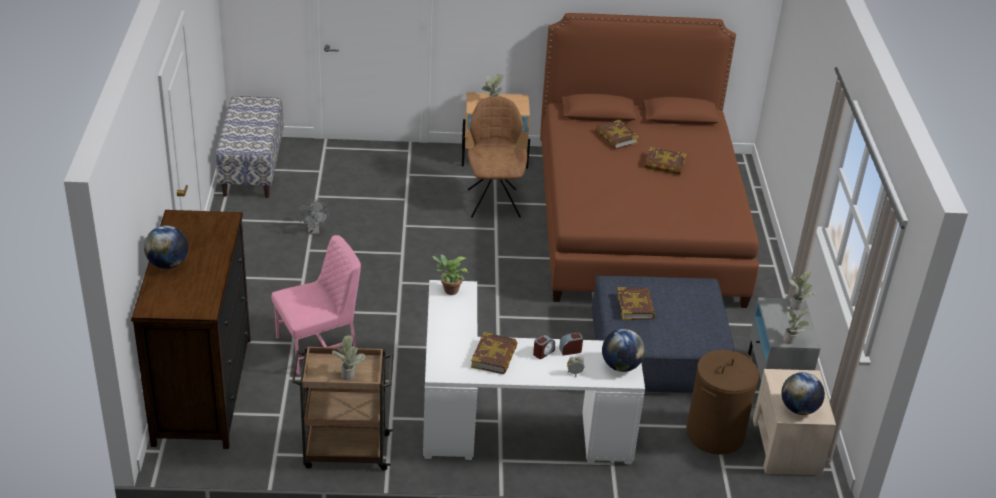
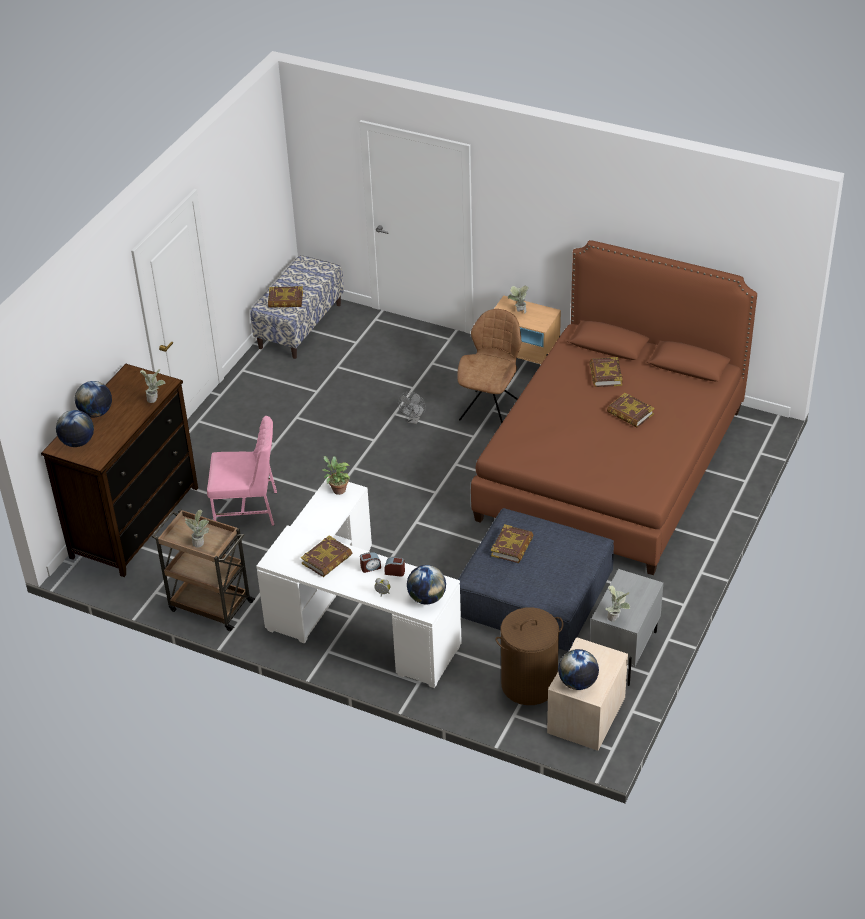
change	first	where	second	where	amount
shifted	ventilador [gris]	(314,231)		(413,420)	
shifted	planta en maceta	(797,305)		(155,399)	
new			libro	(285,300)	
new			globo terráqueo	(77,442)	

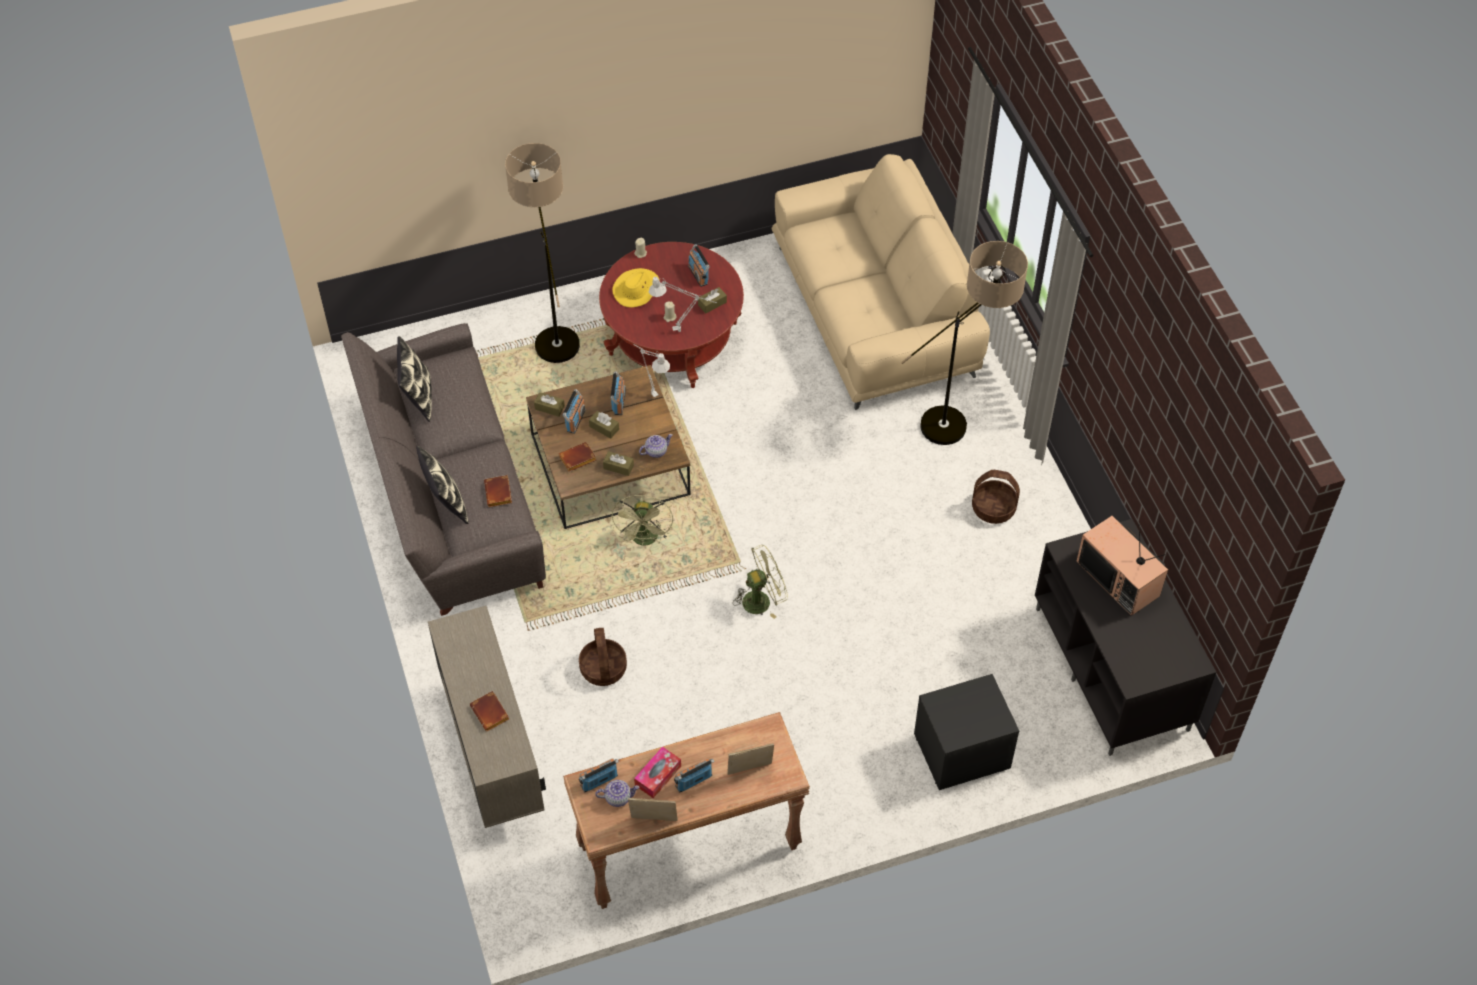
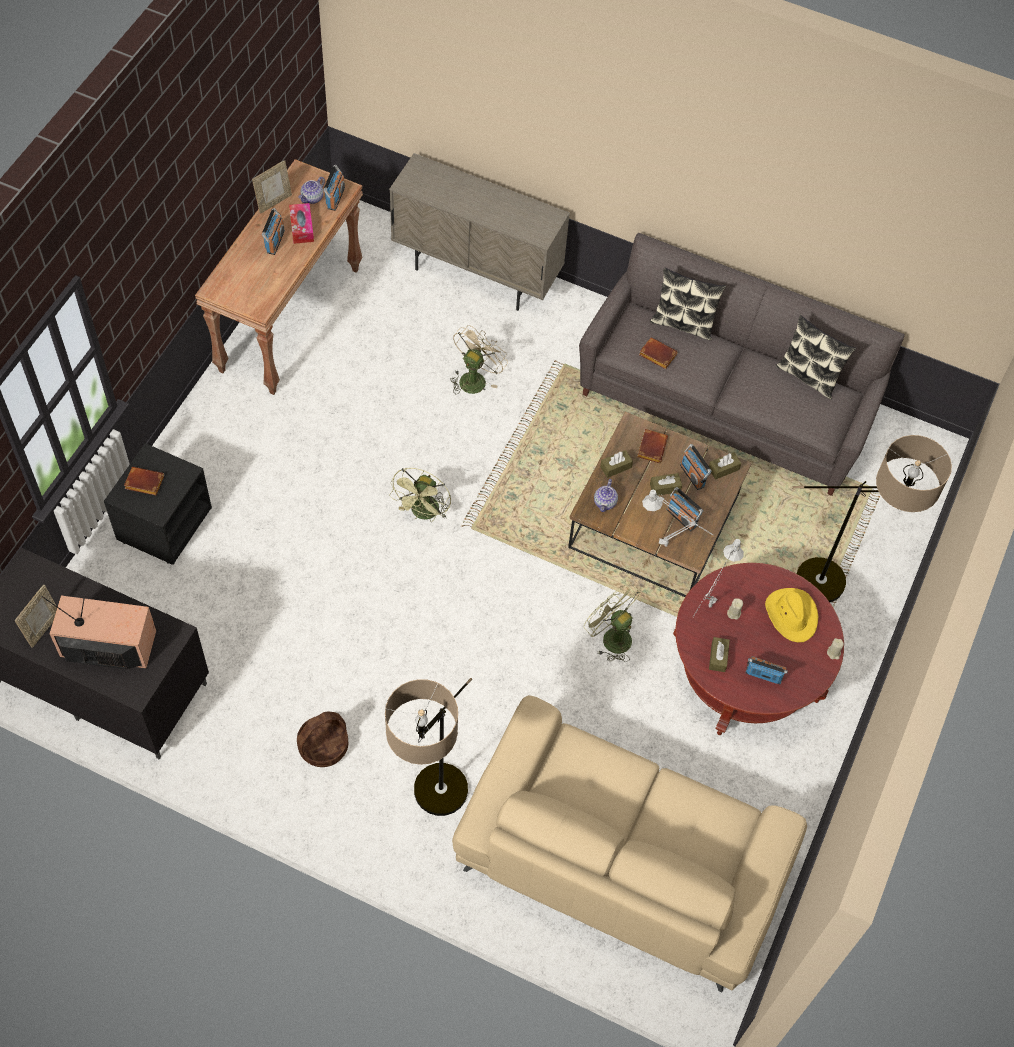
change	first	where	second	where	amount
shifted	ventilador [verde]	(645,540)		(611,637)	
swapped	cesta	(603,668)	ventilador [beis]	(475,378)	
shifted	libro [marrón]	(491,713)		(143,483)	
shifted	portarretratos	(750,771)		(43,628)	

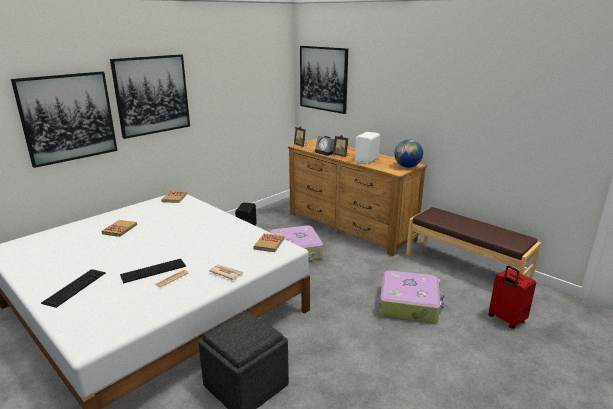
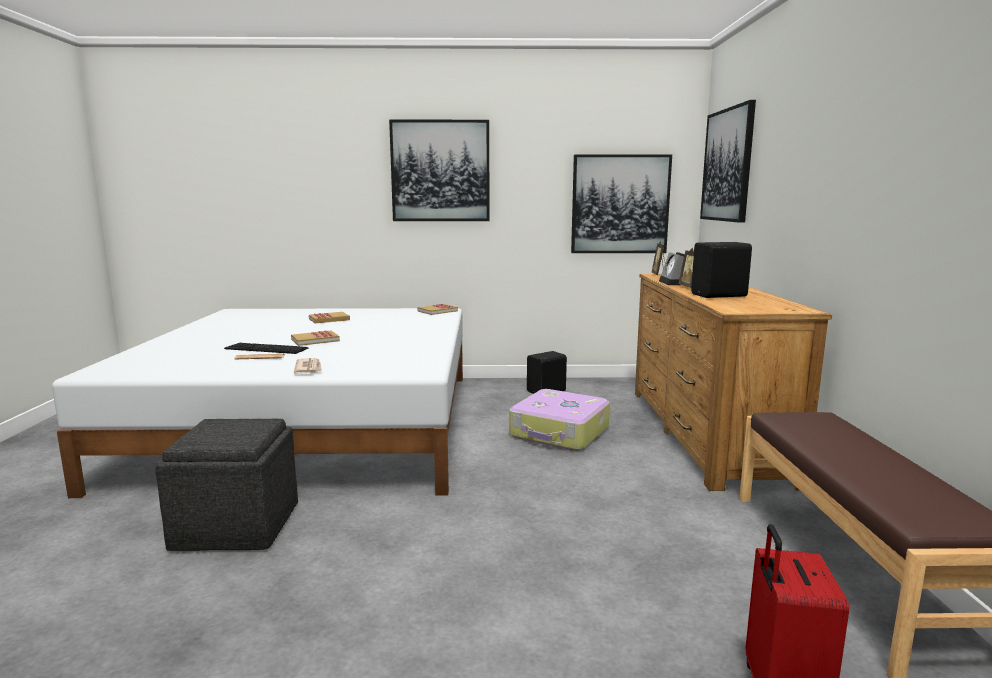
change	first	where	second	where	amount
shifted	cuadro	(68,118)		(620,204)	
repainted	altavoz [blanco]	(367,160)	altavoz [negro]	(720,296)	
gone	globo terráqueo	(407,167)			
shifted	libro	(269,244)		(315,340)	
gone	teclado	(75,287)			
gone	maleta	(409,304)			

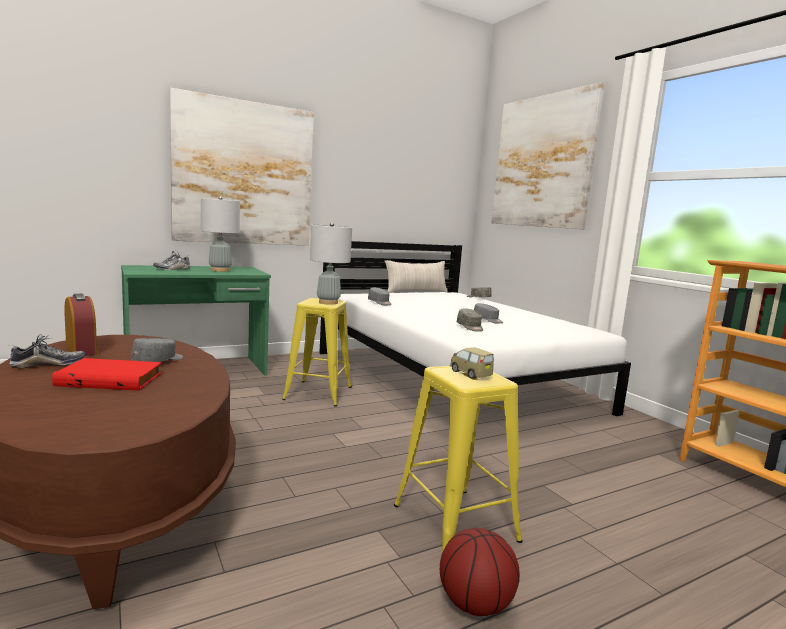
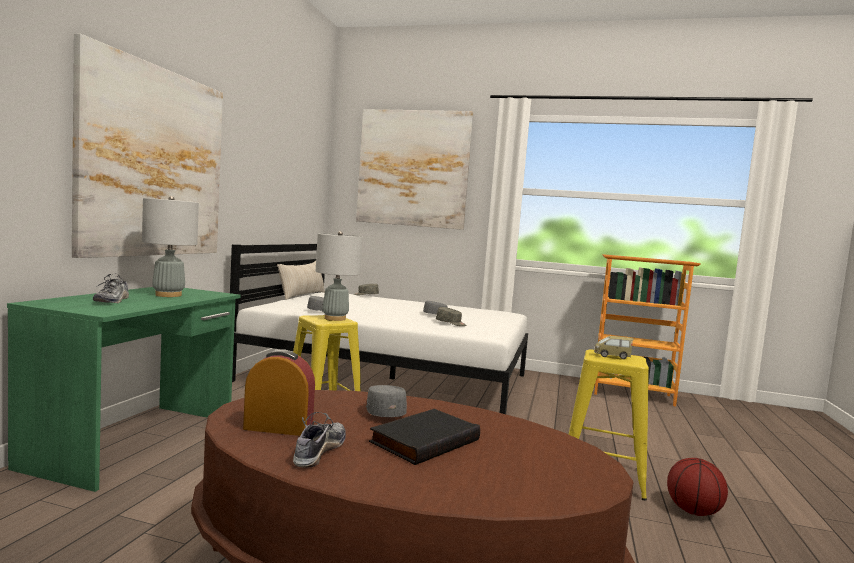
change	first	where	second	where	amount
repainted	libro [rojo]	(112,379)	libro [negro]	(424,440)	

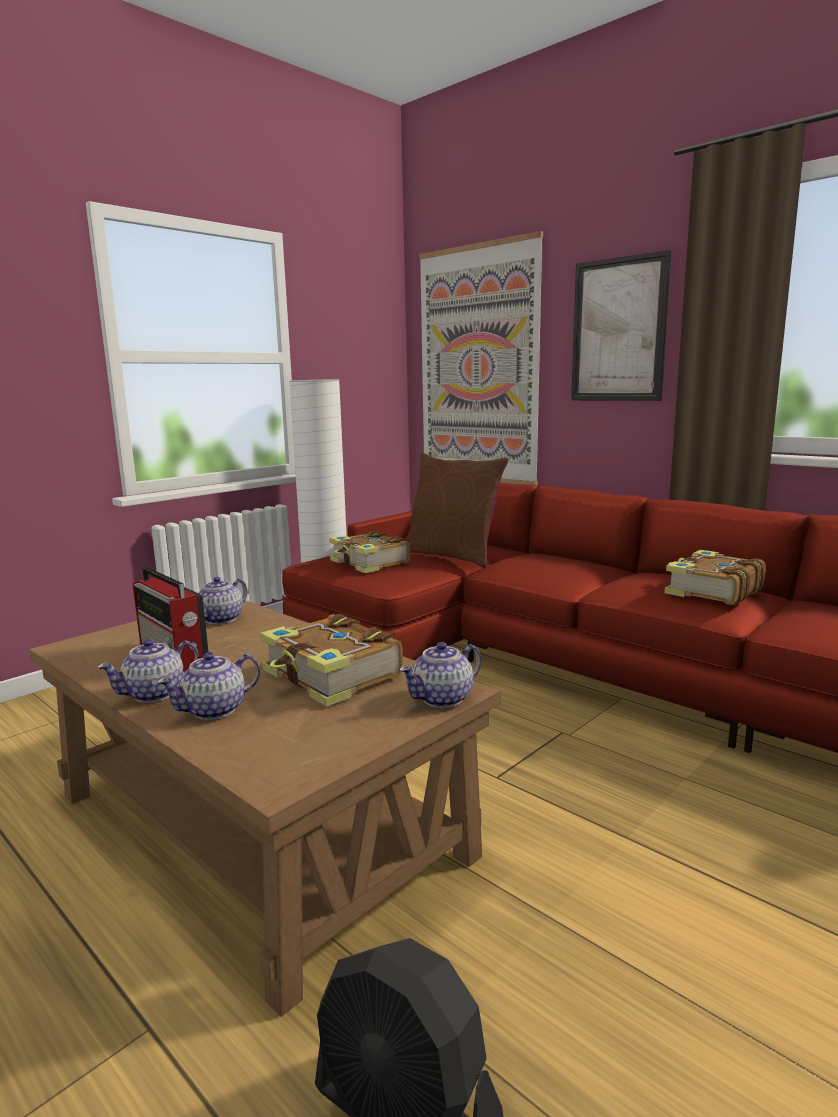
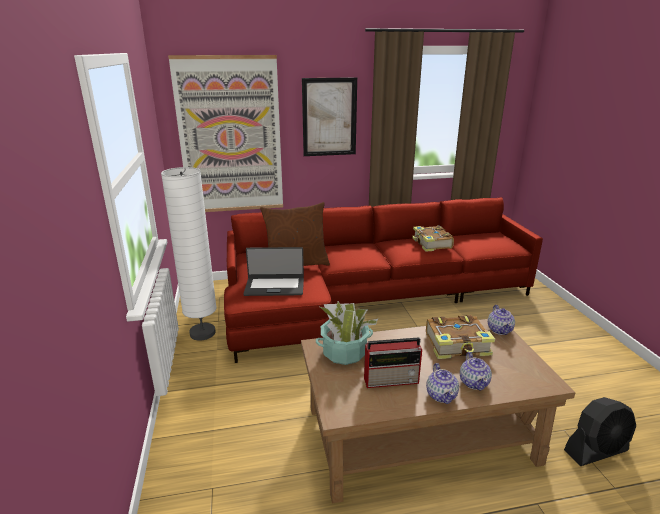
change	first	where	second	where	amount
swapped	libro	(369,563)	portátil	(274,286)	
swapped	tetera	(221,619)	planta en maceta	(344,353)	

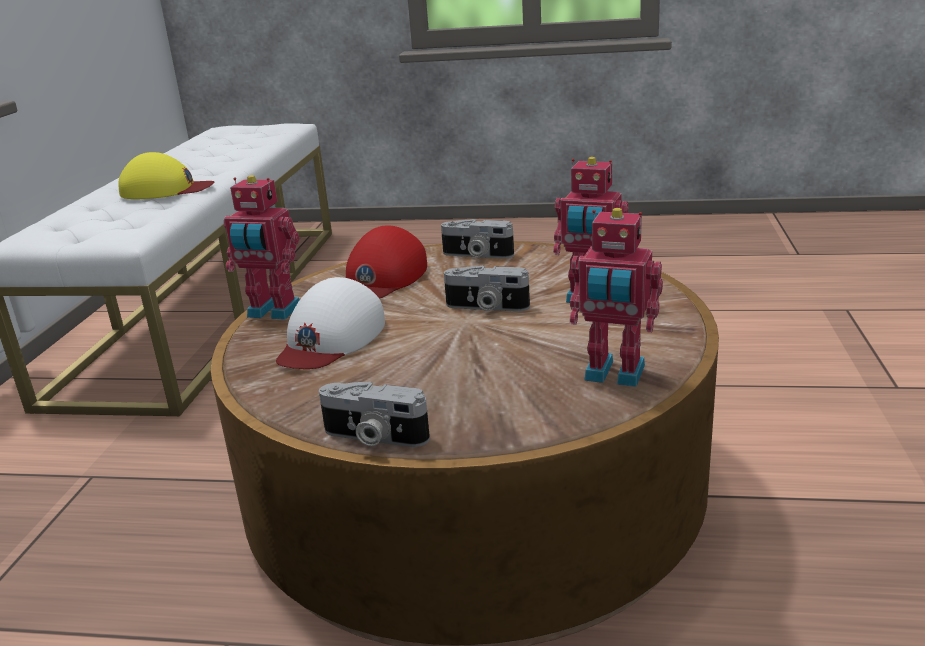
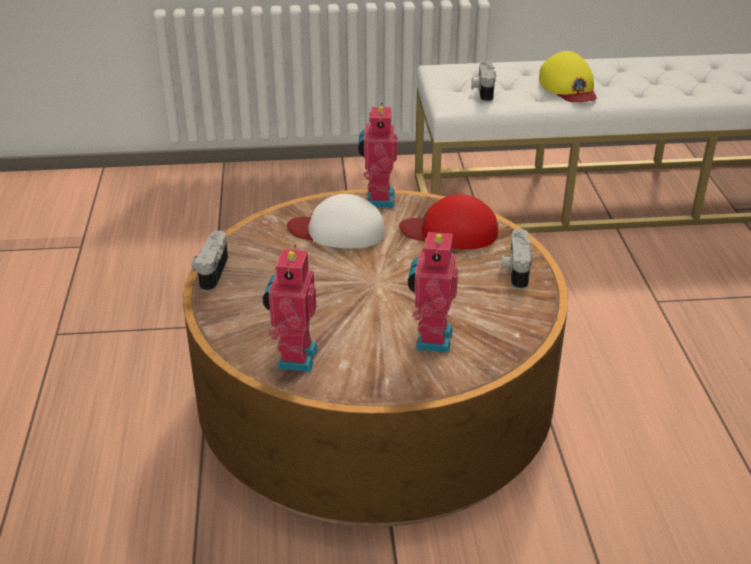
change	first	where	second	where	amount
shifted	cámara	(486,307)		(482,90)	

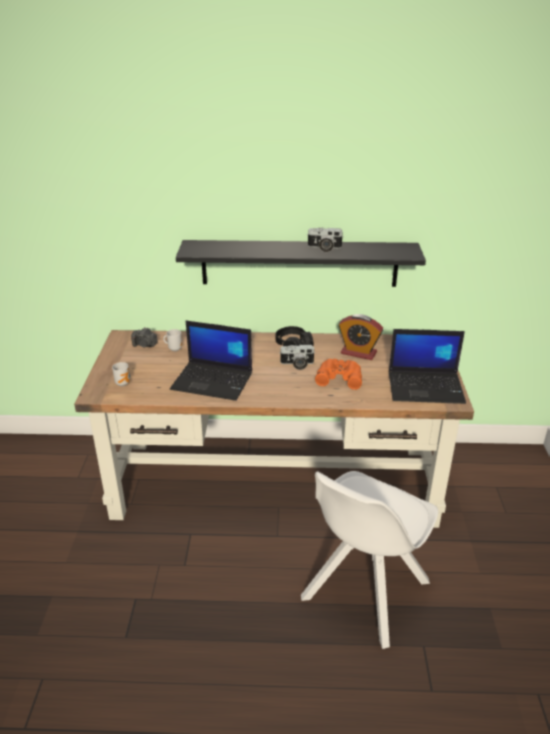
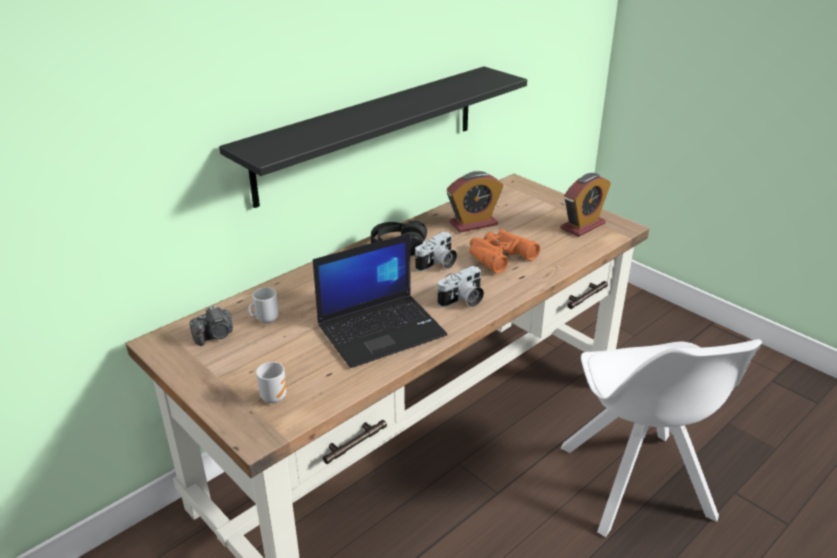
change	first	where	second	where	amount
shifted	cámara	(324,248)		(462,301)	
swapped	portátil	(426,387)	despertador	(582,226)	

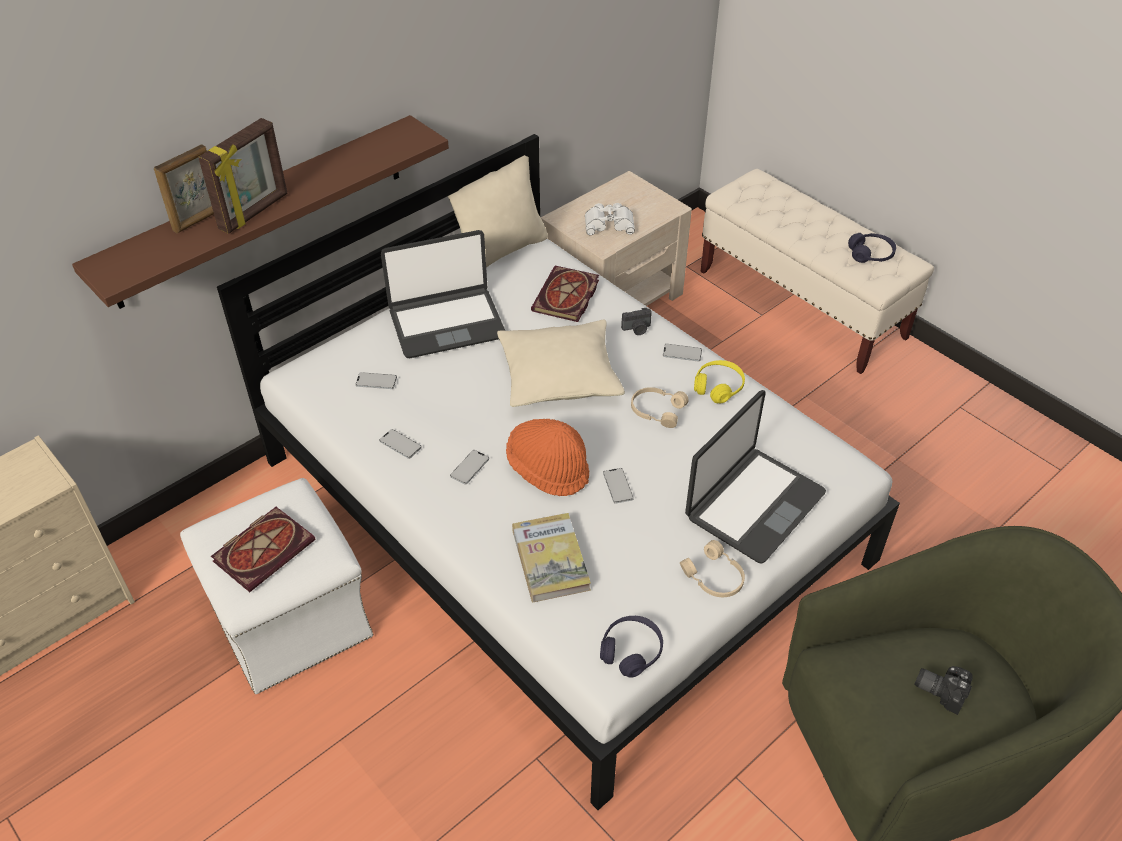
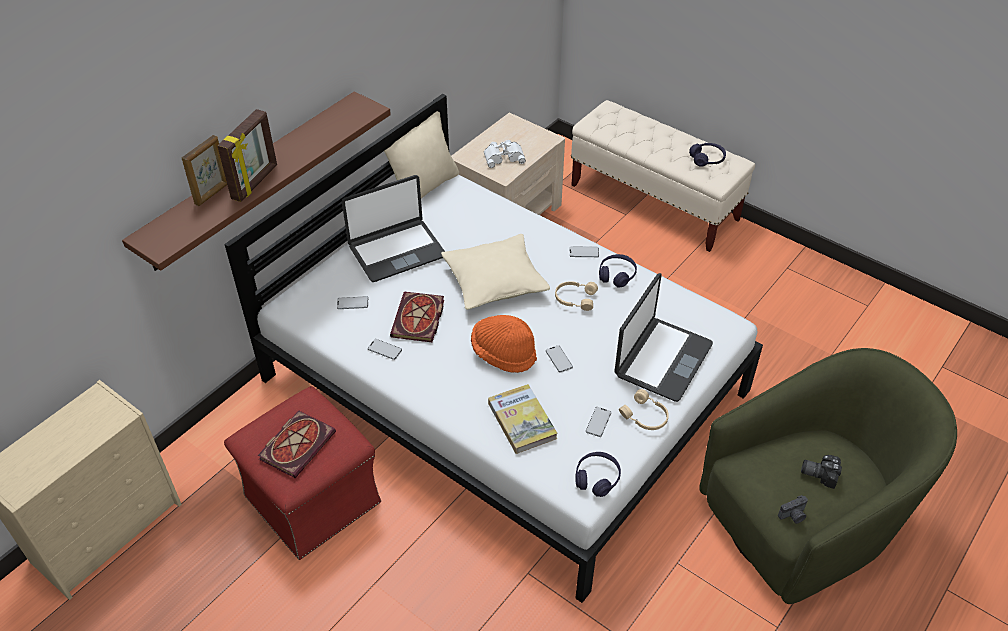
change	first	where	second	where	amount
shifted	libro	(566,298)		(419,320)	
shifted	cámara	(637,329)		(793,516)	
repainted	auriculares [amarillo]	(718,387)	auriculares [morado]	(617,275)	
shifted	móvil	(469,468)		(598,422)	
repainted	puf [blanco]	(290,618)	puf [rojo]	(311,498)	

